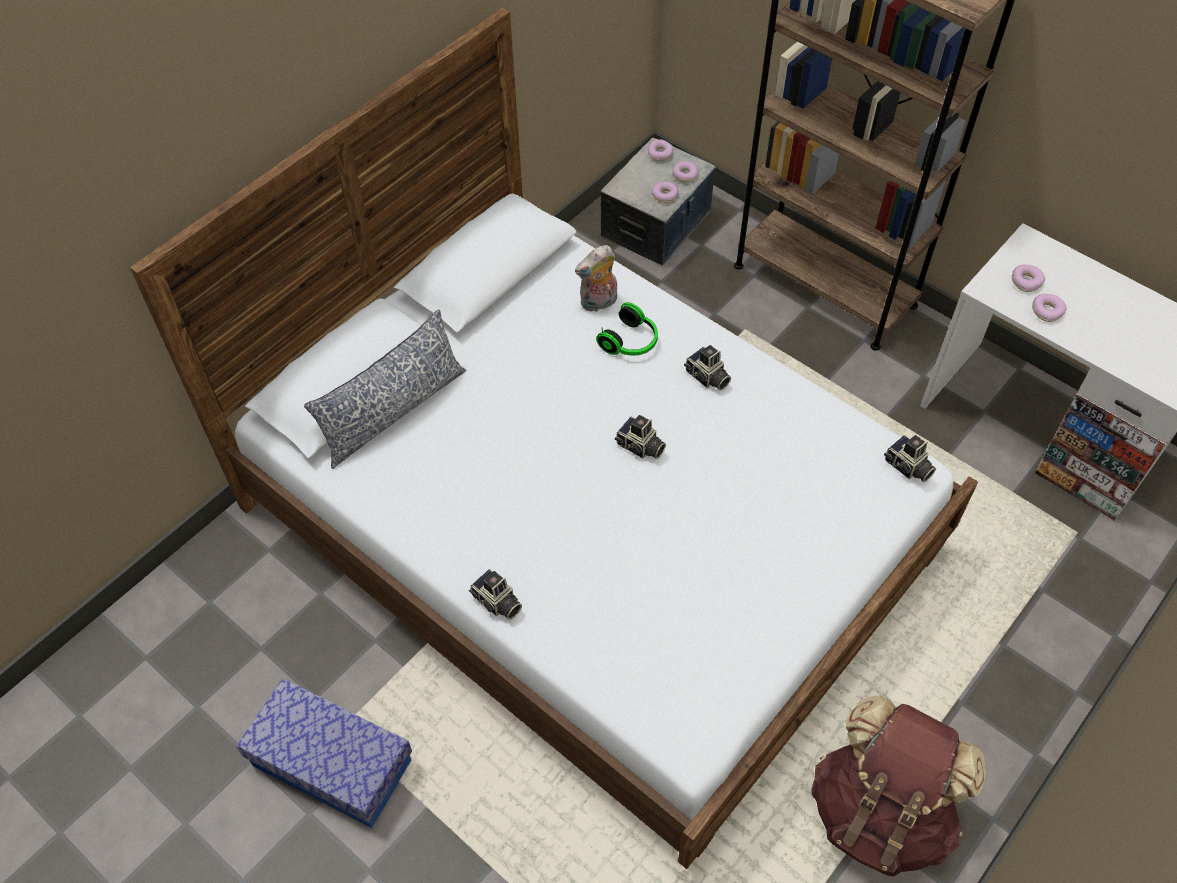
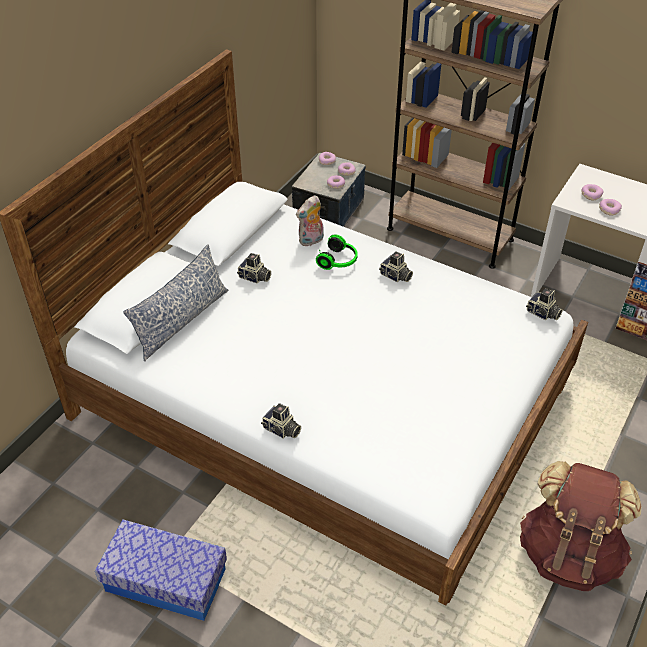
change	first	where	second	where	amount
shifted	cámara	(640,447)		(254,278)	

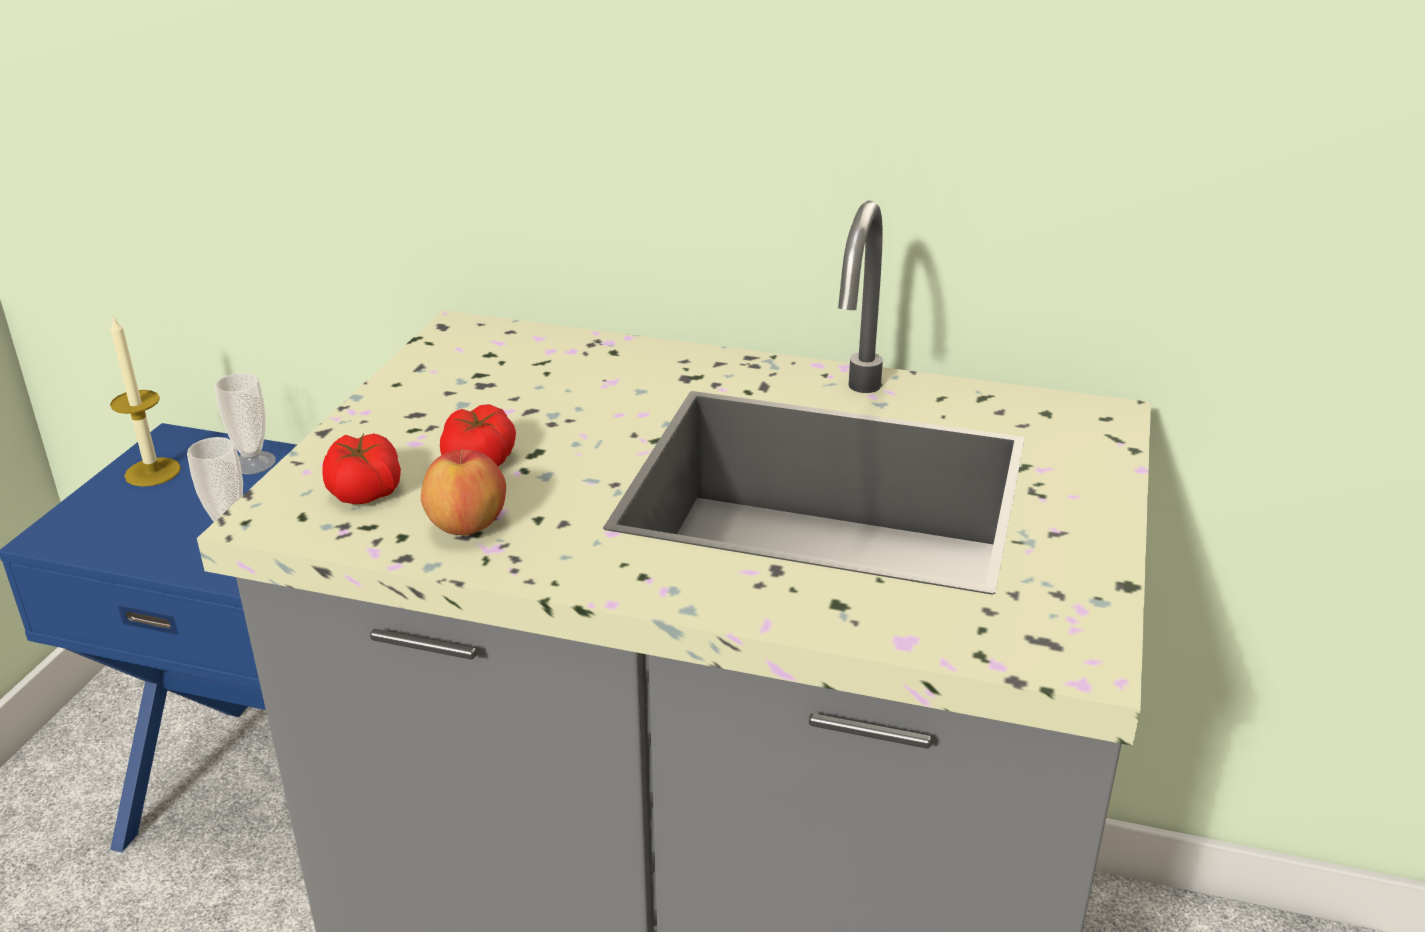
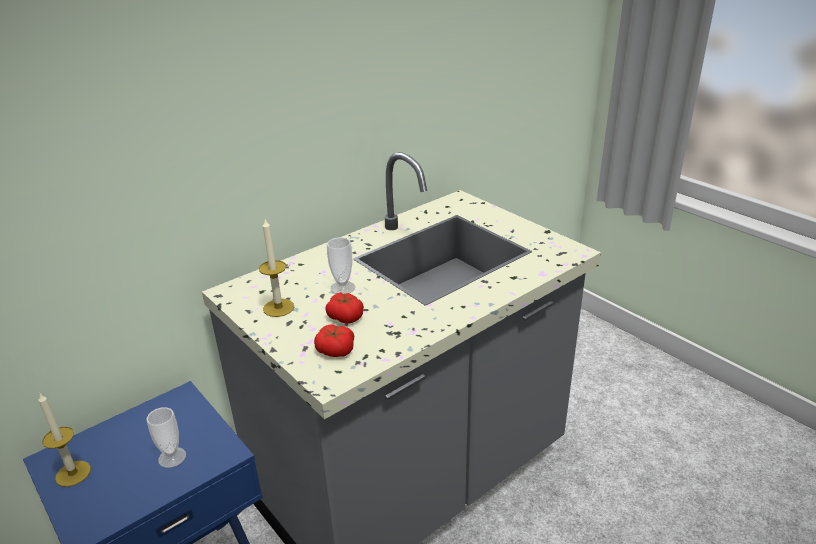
change	first	where	second	where	amount
shifted	taza	(253,463)		(342,288)	
gone	manzana	(467,525)			
new			vela	(278,308)	

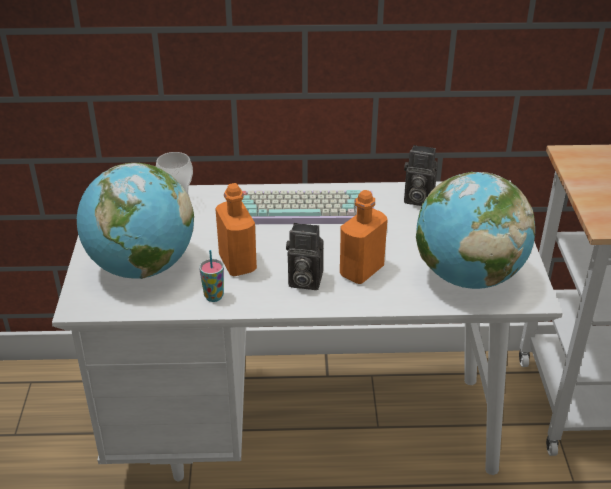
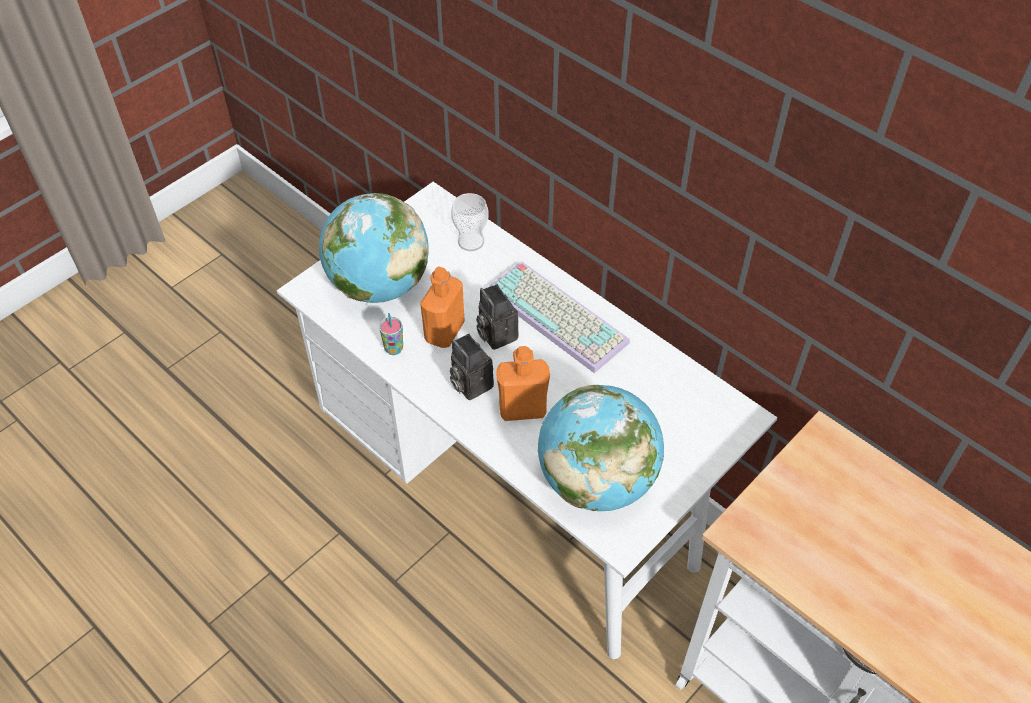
change	first	where	second	where	amount
shifted	cámara	(417,199)		(495,334)	

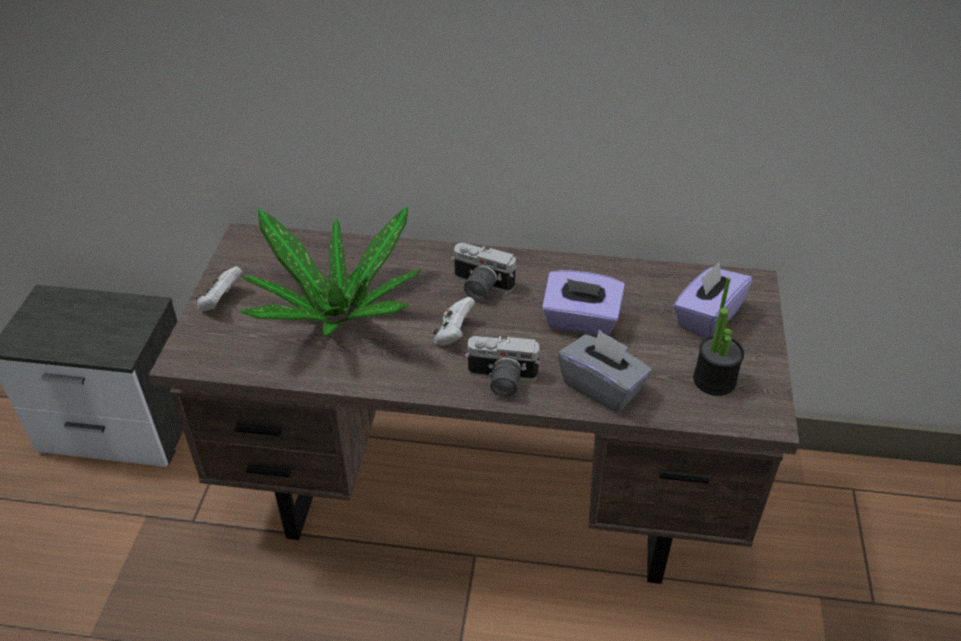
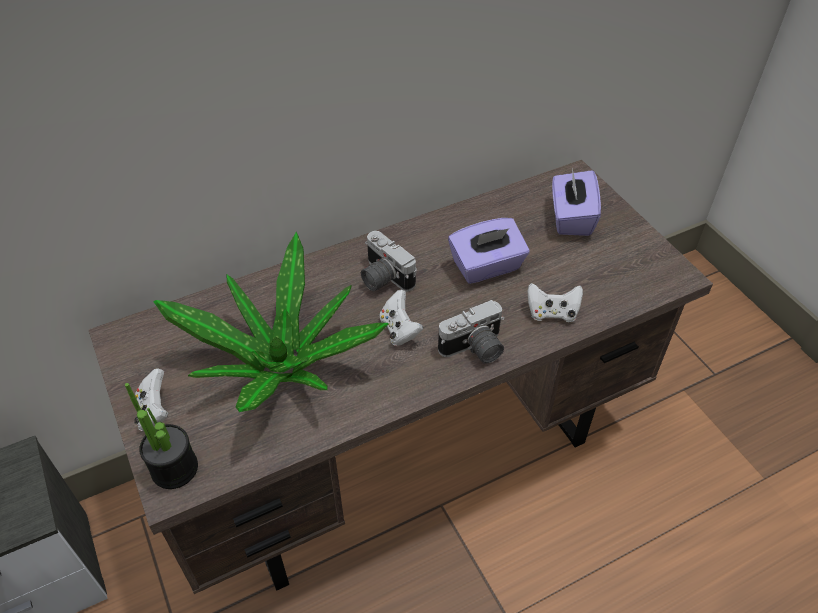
change	first	where	second	where	amount
rotated	cámara	(479,287)		(382,278)	60 degrees clockwise
shifted	planta en maceta	(714,380)		(174,468)	
swapped	caja de pañuelos [gris]	(602,387)	mando de consola [blanco]	(552,313)	

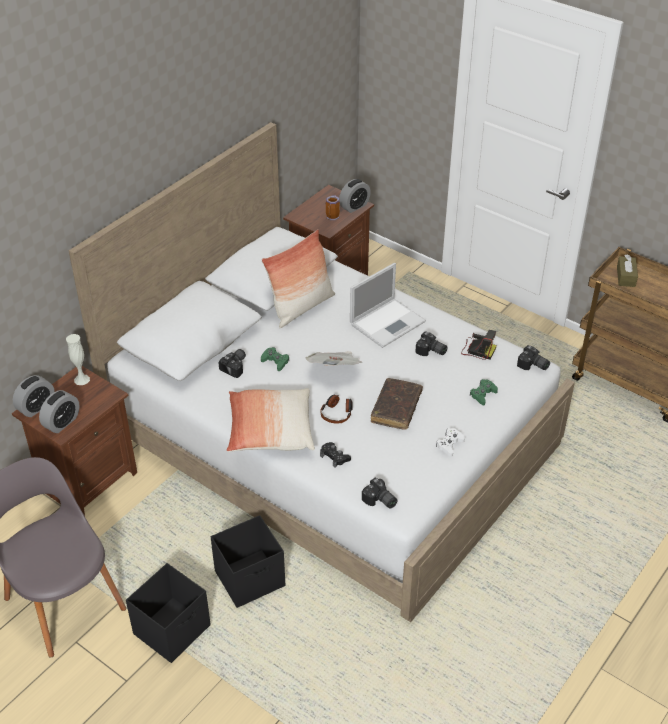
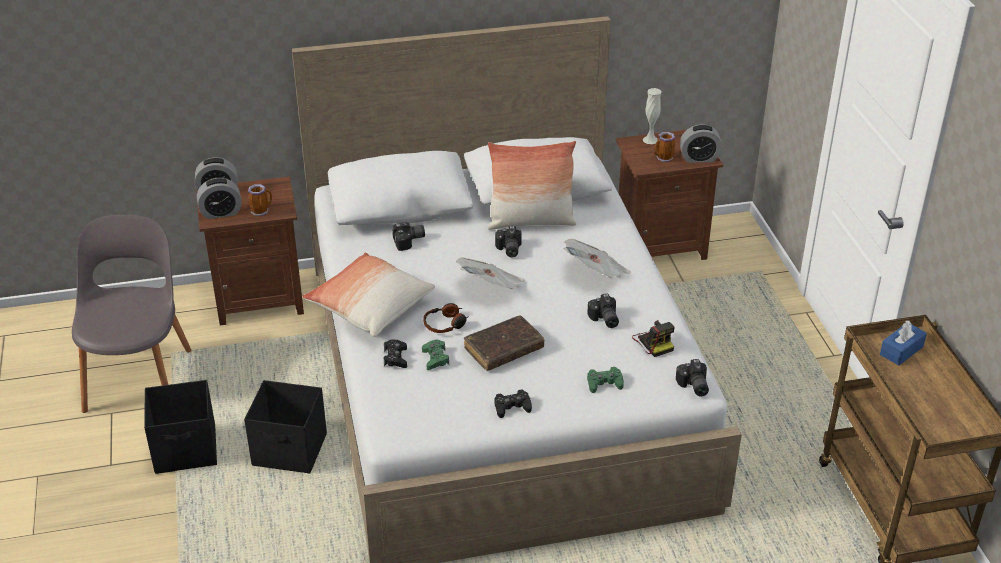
change	first	where	second	where	amount
repainted	caja de pañuelos [marrón]	(626,277)	caja de pañuelos [azul]	(901,350)	
swapped	portátil	(388,322)	periódico	(596,274)	
shifted	florero [blanco]	(82,379)		(650,140)	
shifted	mando de consola [verde]	(275,361)		(435,358)	
repainted	mando de consola [blanco]	(449,444)	mando de consola [negro]	(512,407)	
shifted	cámara	(379,501)		(508,249)	
new			taza grande	(261,210)	

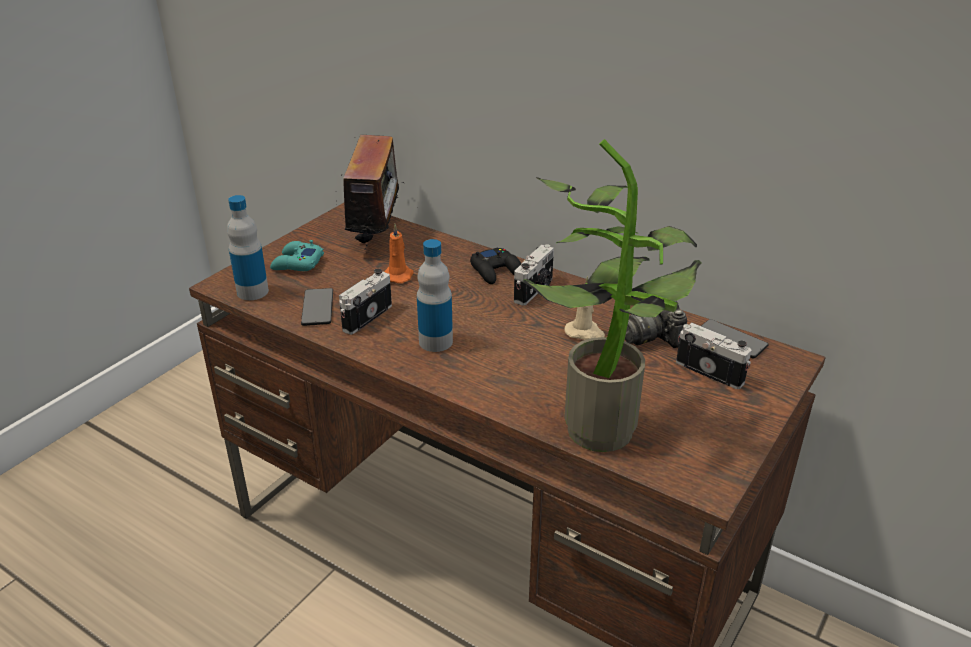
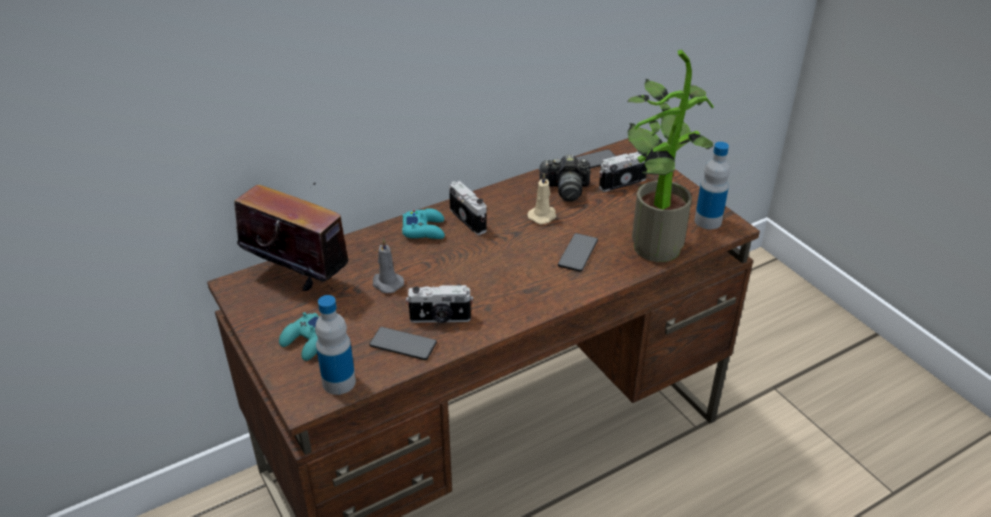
change	first	where	second	where	amount
repainted	vela [naranja]	(398,275)	vela [gris]	(386,283)	
shifted	botella	(435,342)		(708,221)	
repainted	mando de consola [negro]	(496,271)	mando de consola [turquesa]	(424,229)	
rotated	cámara	(365,317)		(440,319)	60 degrees counterclockwise
new			móvil	(578,253)	

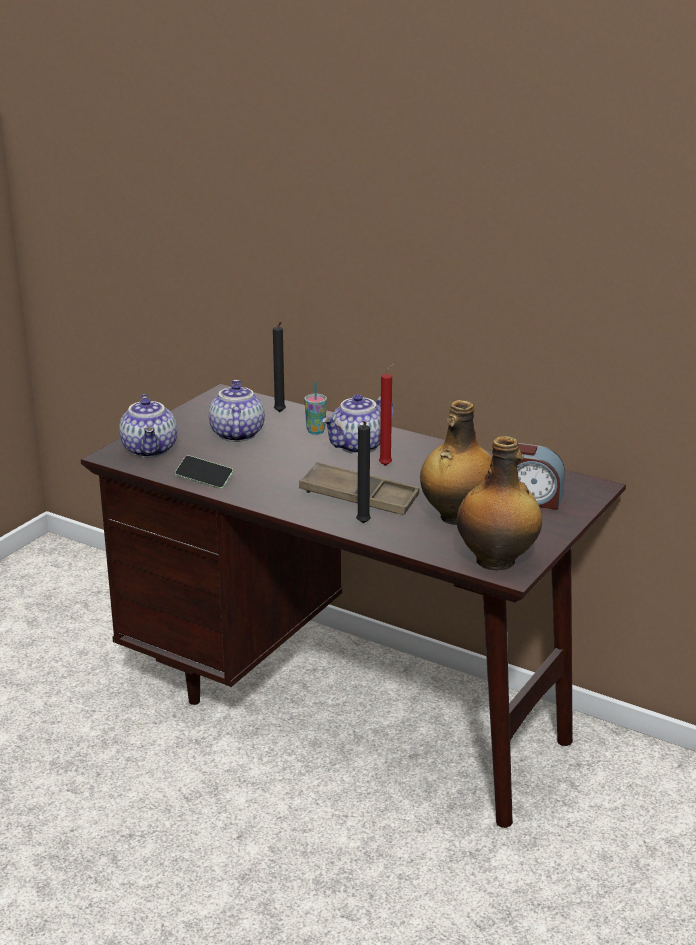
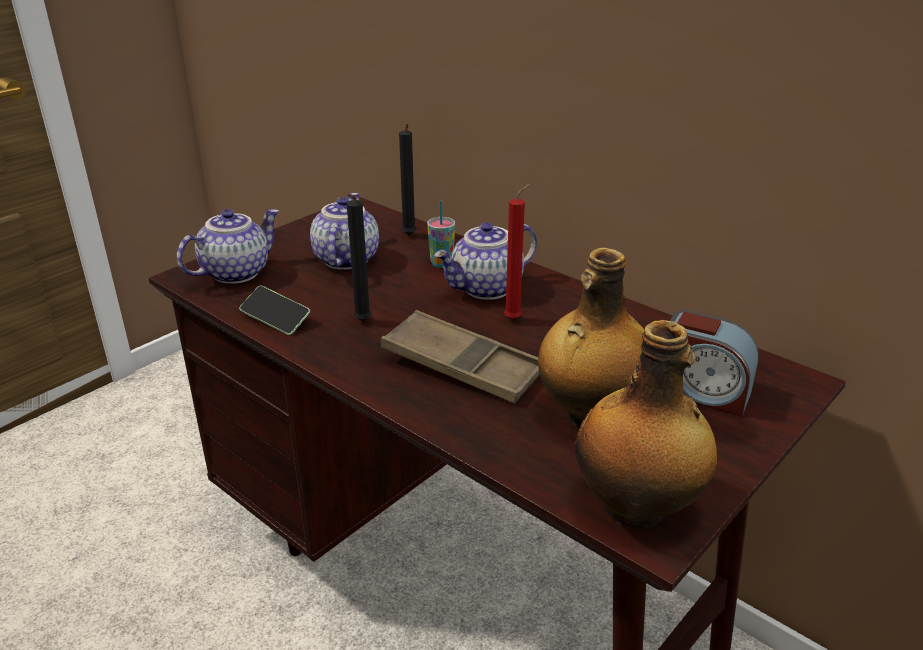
change	first	where	second	where	amount
rotated	tetera	(151,450)		(235,272)	135 degrees counterclockwise
shifted	vela [negro]	(363,524)		(361,322)	

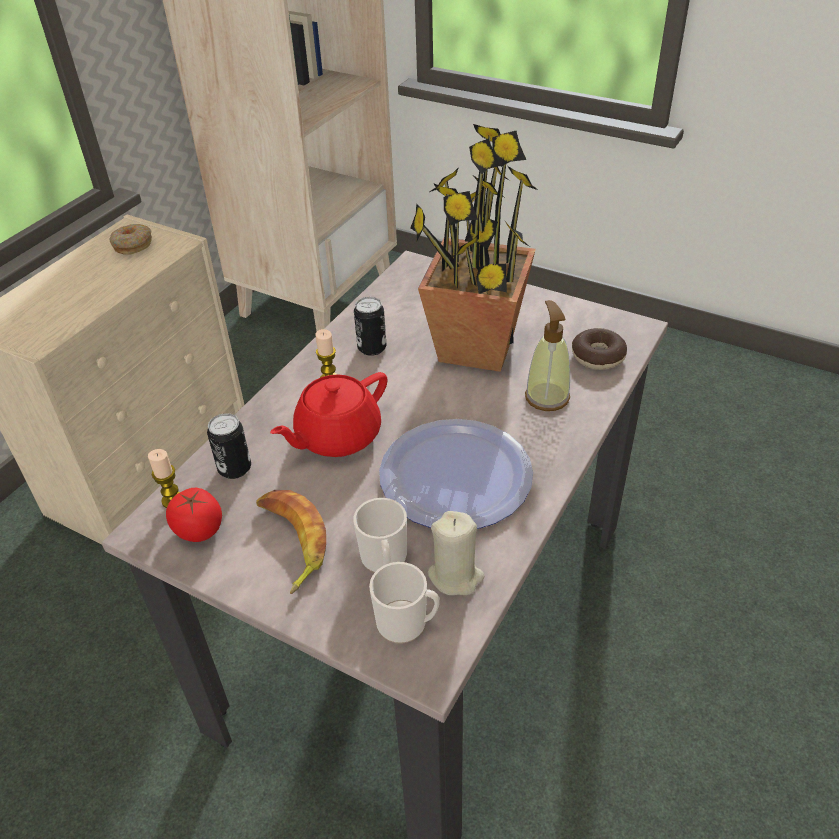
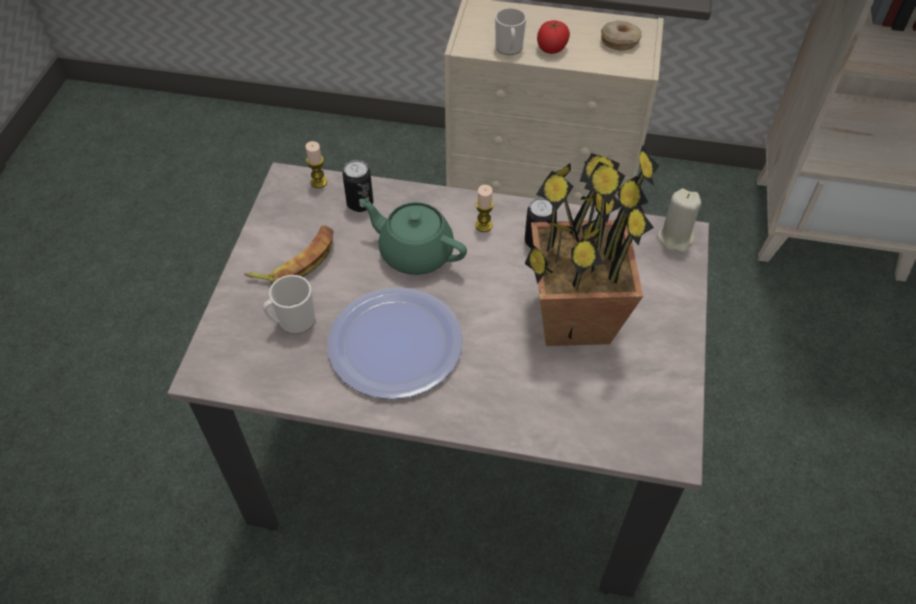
change	first	where	second	where	amount
gone	dispensador de jabón	(547,397)			
gone	rosquilla	(598,356)			
repainted	tetera [rojo]	(336,436)	tetera [verde]	(415,252)	
shifted	tomate	(199,529)		(551,48)	
shifted	vela [beis]	(455,576)		(675,238)	
shifted	taza grande	(407,624)		(509,49)	

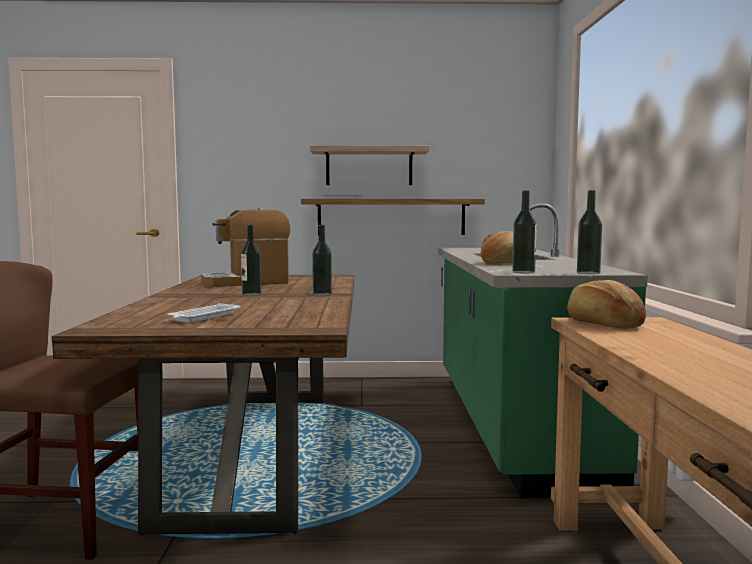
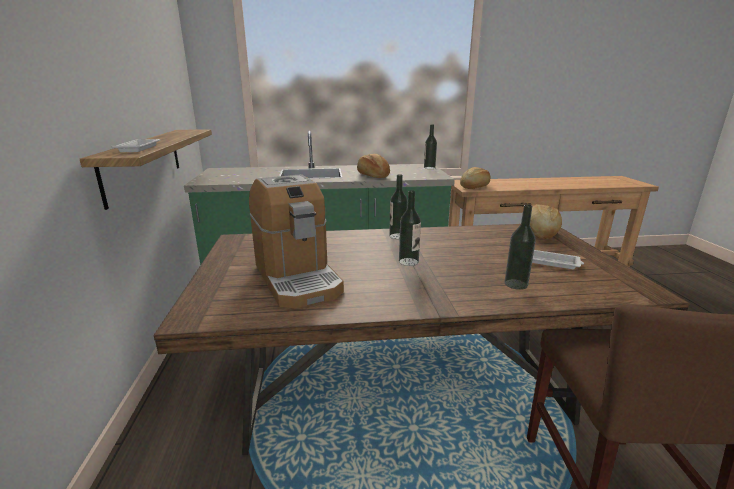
change	first	where	second	where	amount
gone	estante	(369,167)			
shifted	botella	(523,272)		(516,284)	
new			pan	(539,232)	

